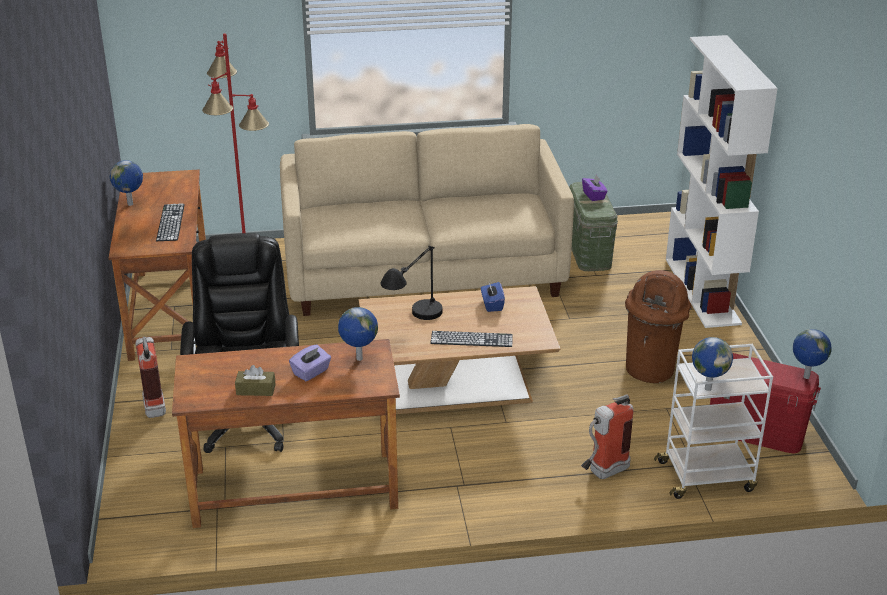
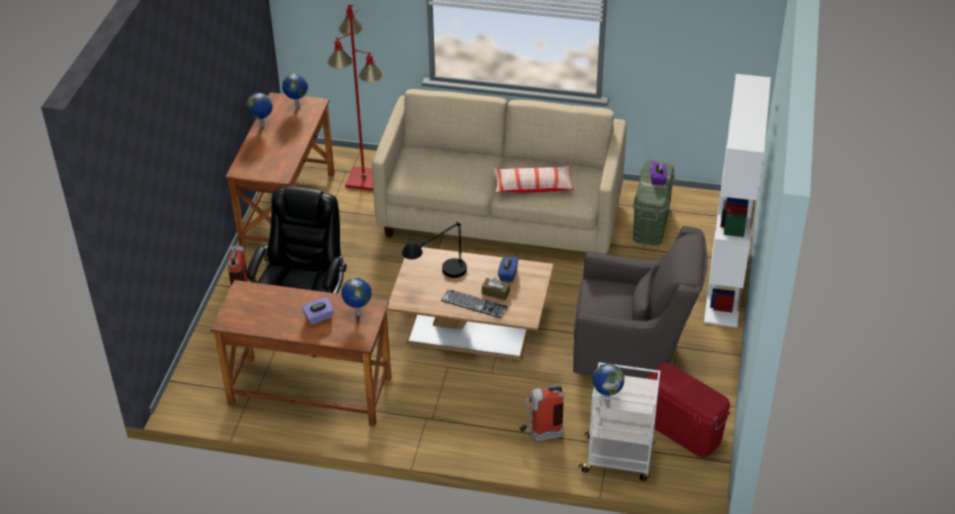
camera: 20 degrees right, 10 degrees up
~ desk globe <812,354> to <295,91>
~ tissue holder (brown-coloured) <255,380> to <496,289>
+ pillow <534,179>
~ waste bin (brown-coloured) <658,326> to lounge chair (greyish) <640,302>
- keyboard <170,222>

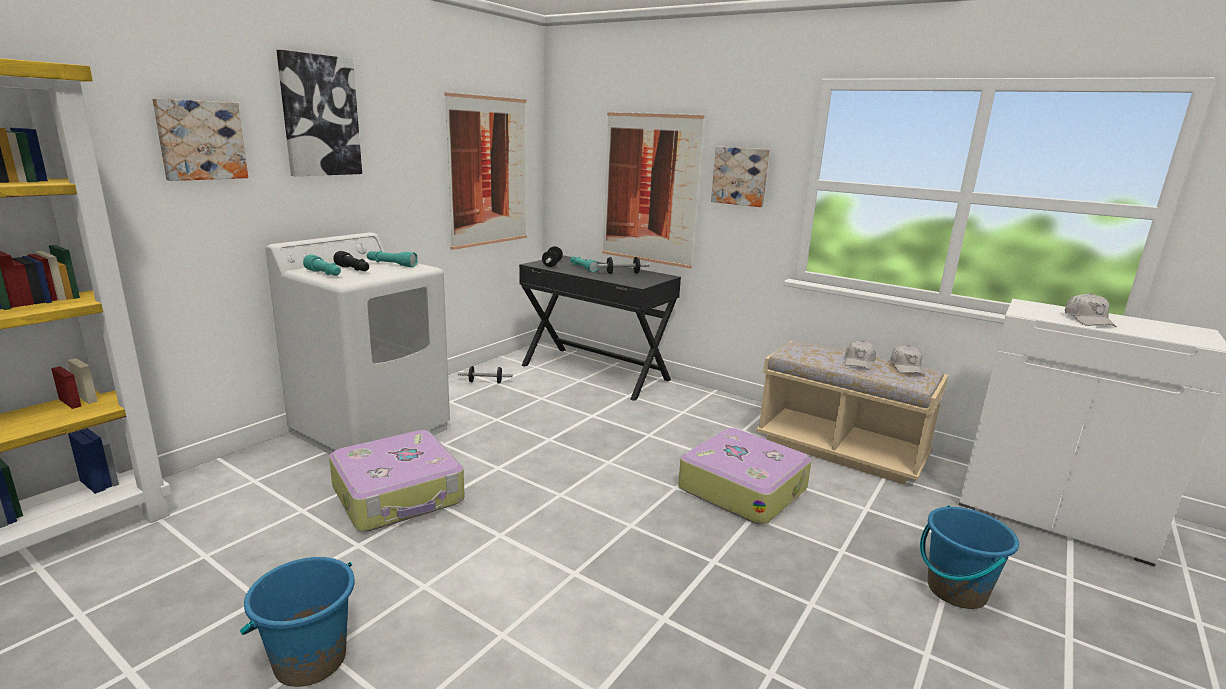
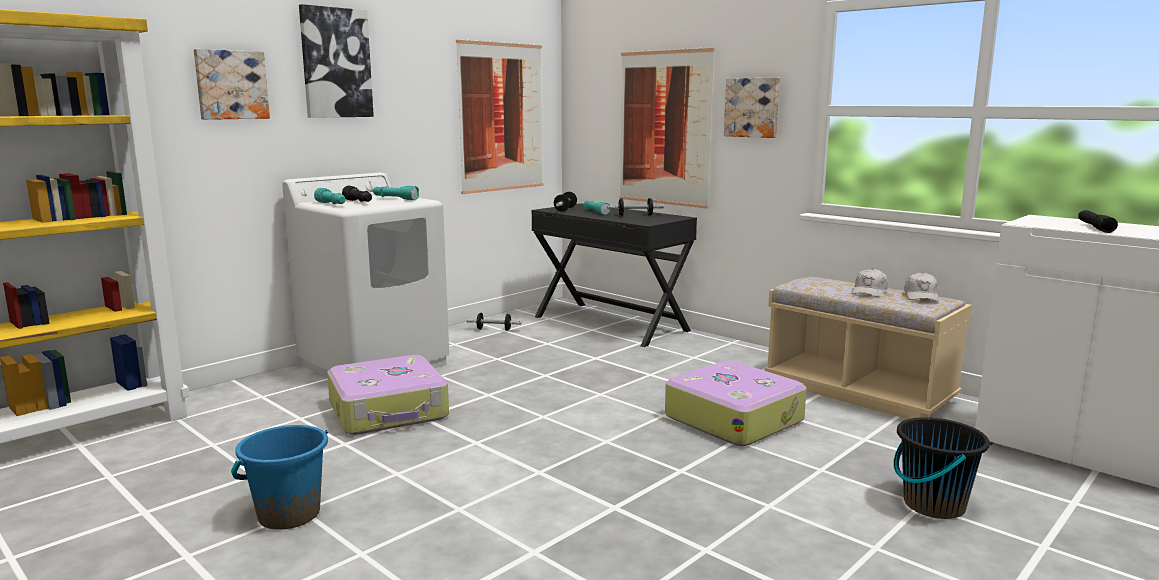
camera: 10 degrees right, 5 degrees down
~ water bucket (bluish) <969,557> to water bucket (black) <941,468>
~ peaked cap (white) <1091,310> to flashlight (black) <1098,221>

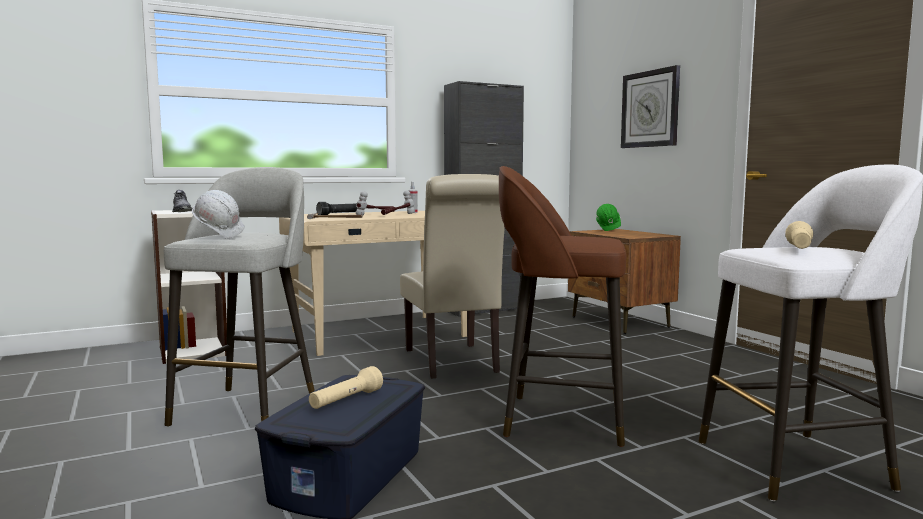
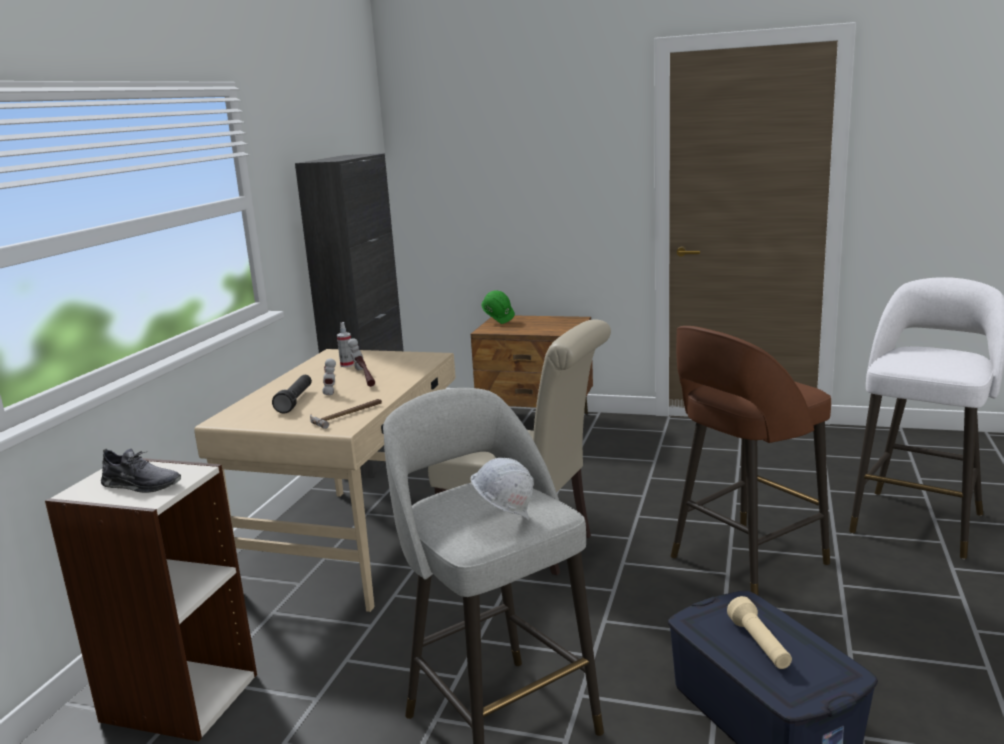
camera: 45 degrees left, 10 degrees up
- wall clock <650,106>
- flashlight (sand-coloured) <799,235>

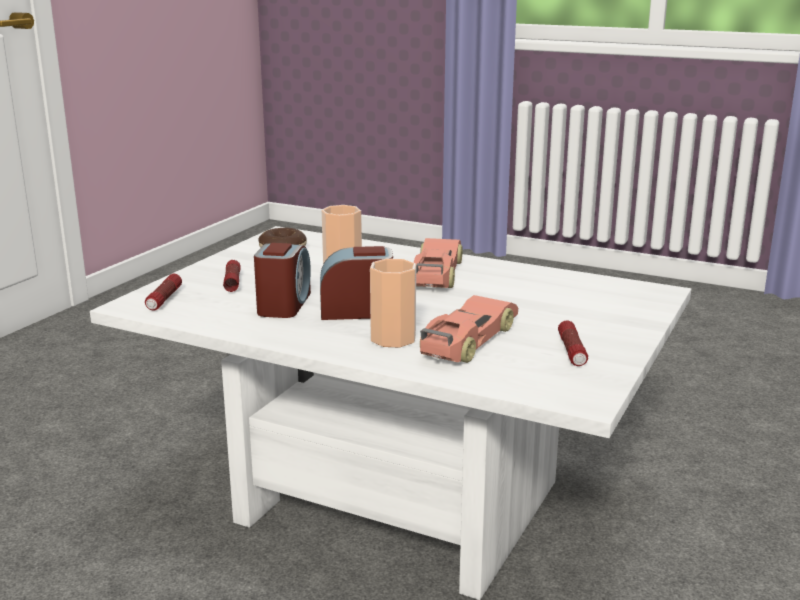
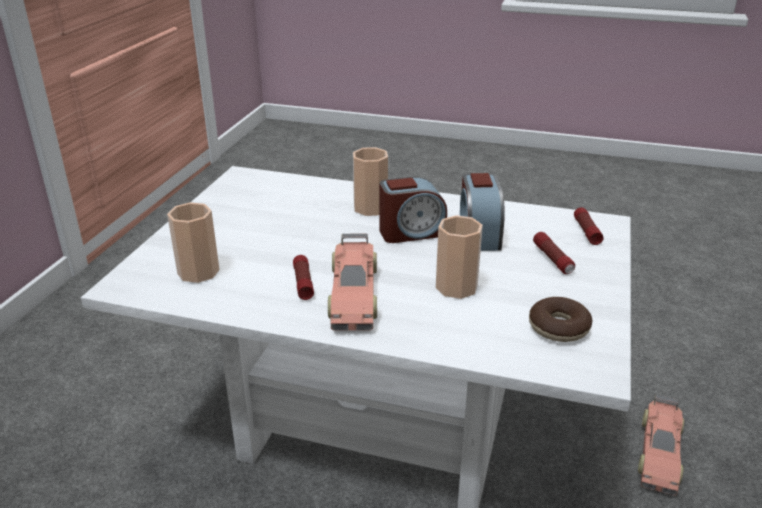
camera: 170 degrees right, 10 degrees up
+ small cup <193,242>
~ flashlight <573,343> to <303,277>
~ toy car <469,329> to <661,445>

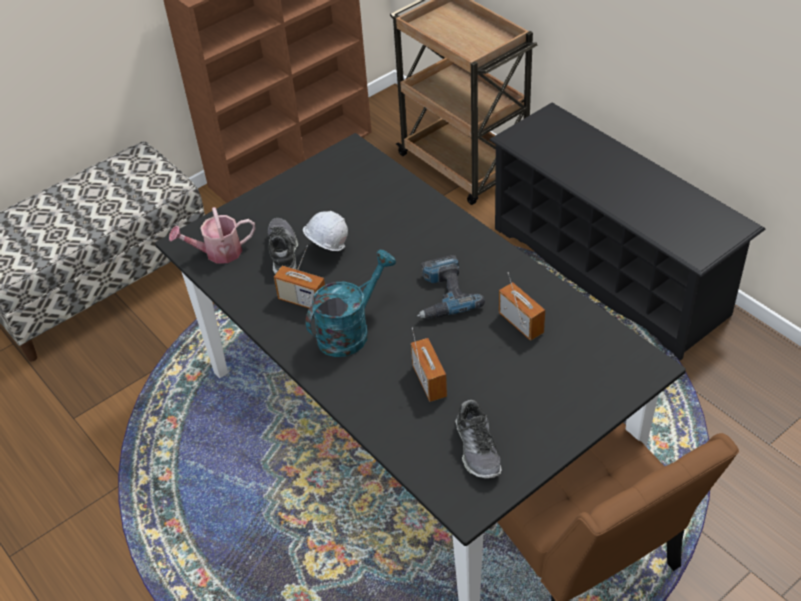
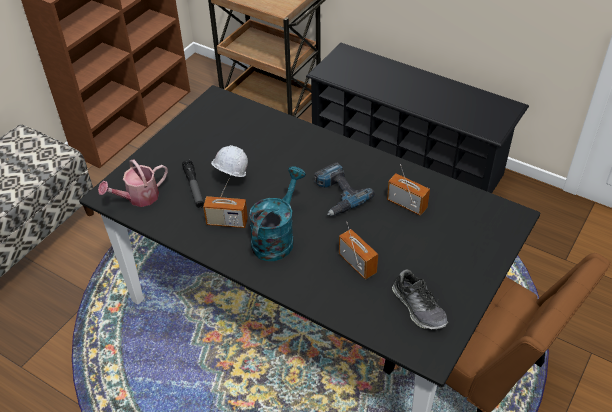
camera: 20 degrees left, 0 degrees up
~ item of footwear <282,246> to flashlight <193,184>

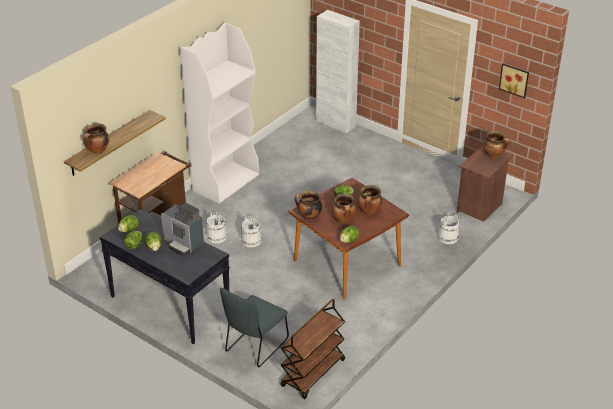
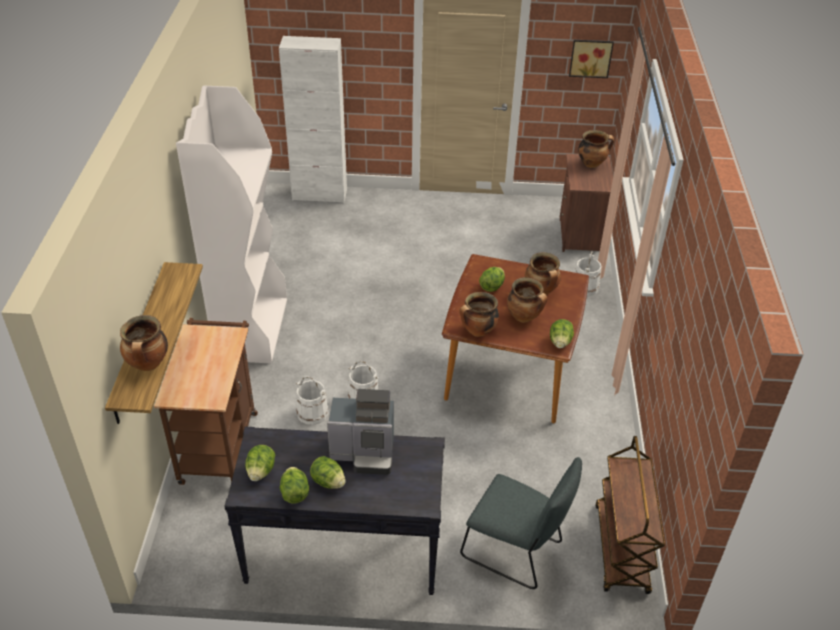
camera: 35 degrees left, 5 degrees up
~ upright chair (greyish) <254,327> = <521,523> 60 degrees counterclockwise

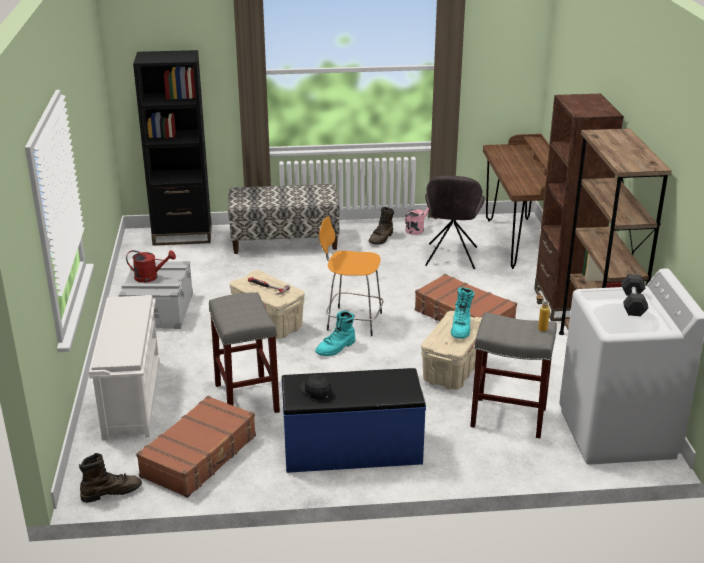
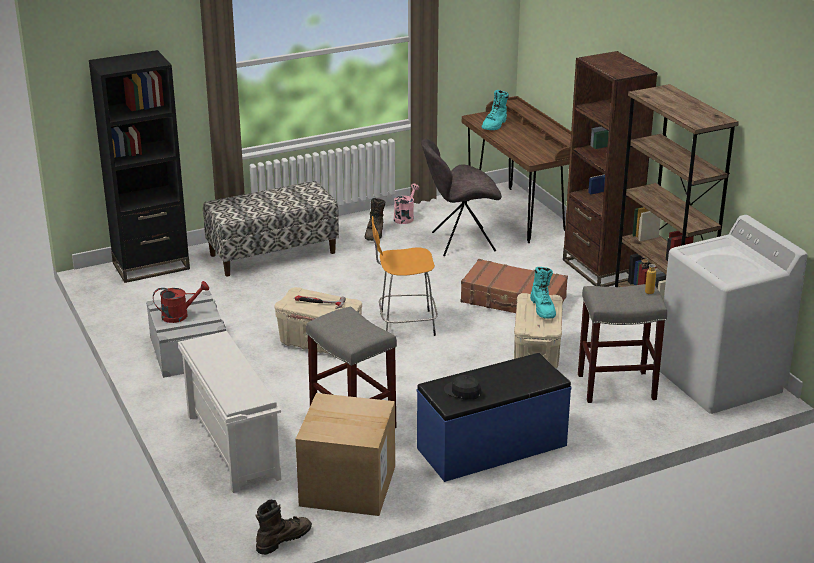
camera: 20 degrees left, 0 degrees up
~ travel case (brown-coloured) <196,447> to packing box <345,454>
~ upright chair (greyish) <455,222> = <461,197> 90 degrees clockwise
~ high-top boot (turquoise-coloured) <335,333> to <495,110>
- free weight (greyish) <634,295>

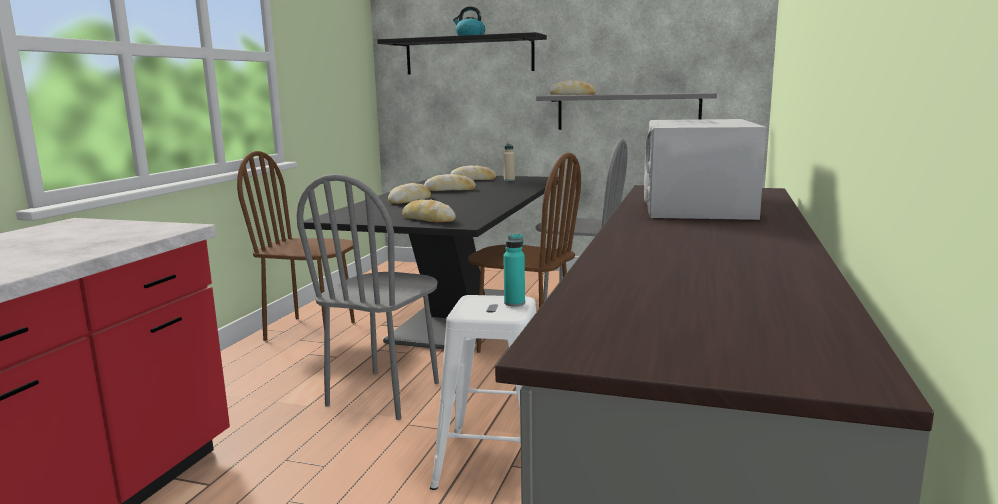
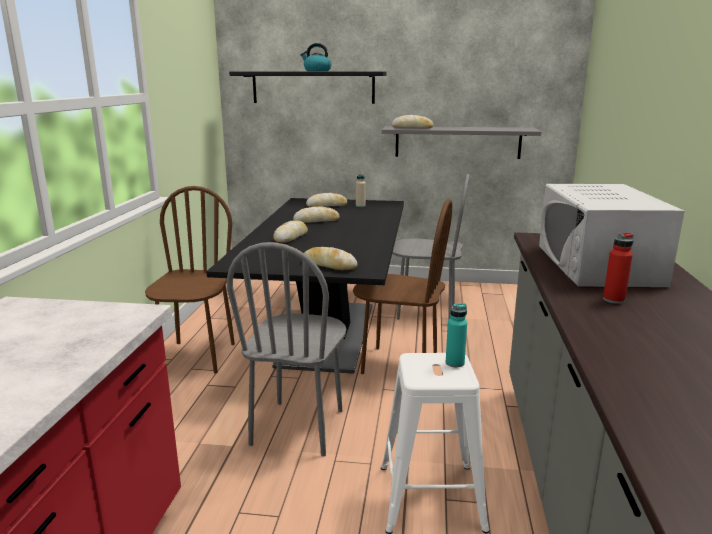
camera: 10 degrees left, 5 degrees up
~ upright chair (brown-coloured) <296,246> = <190,279> 90 degrees clockwise
+ bottle (red-coloured) <618,268>

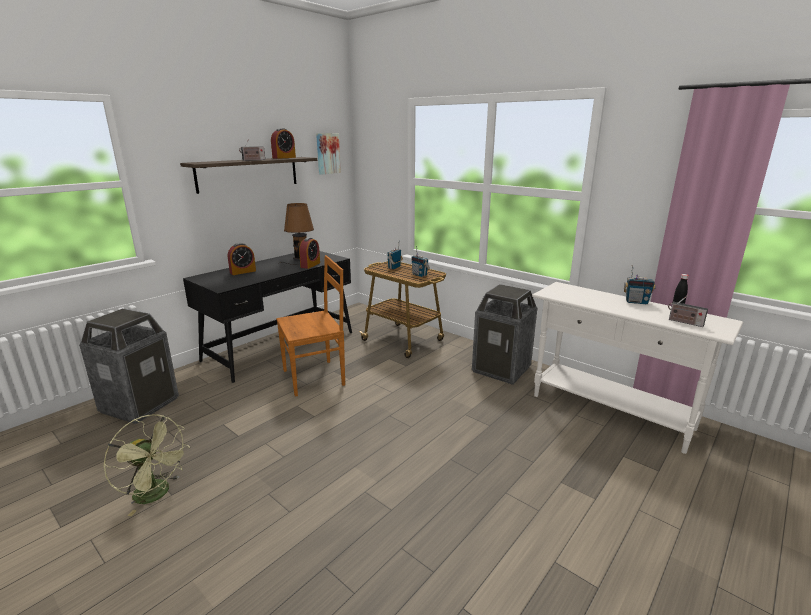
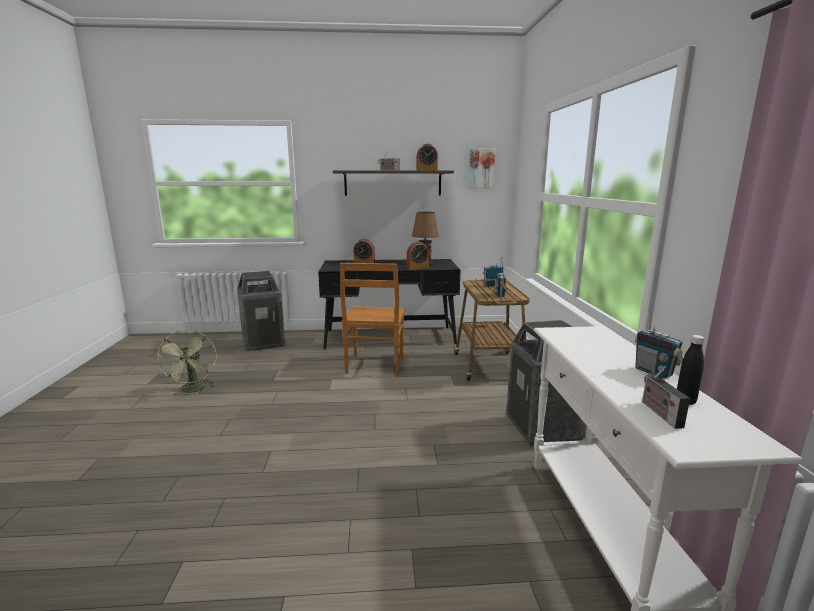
camera: 45 degrees right, 5 degrees down
~ upright chair (brown-coloured) <310,326> = <372,319> 75 degrees clockwise

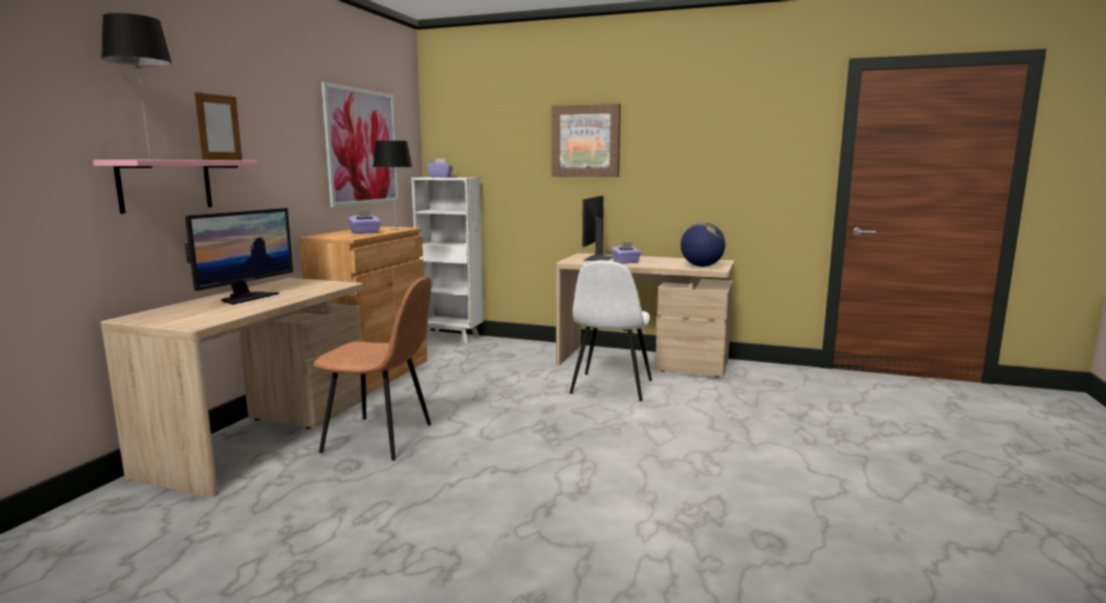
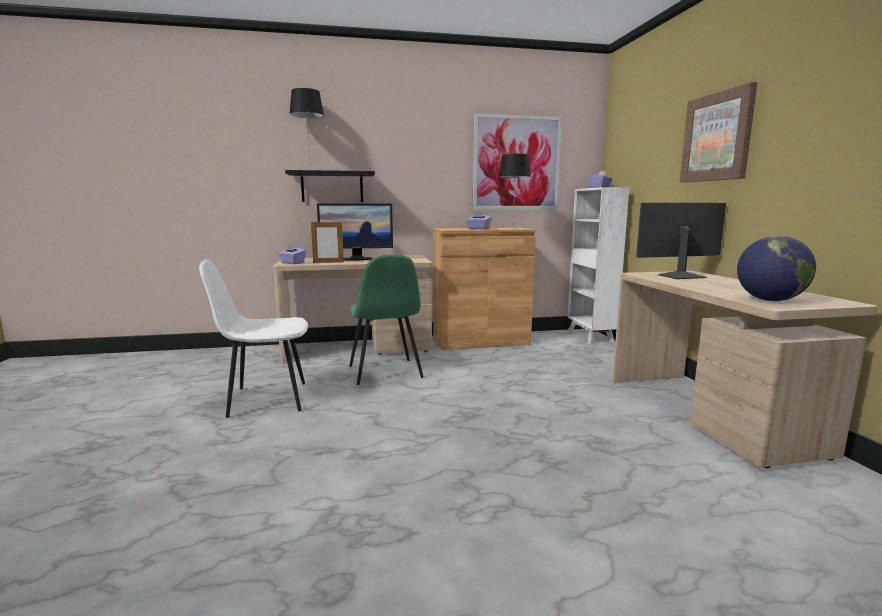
camera: 60 degrees right, 0 degrees up
~ upright chair (white) <611,330> to <253,338>
~ tissue holder (purple-coloured) <626,253> to <292,254>
~ wall shelf (pink) <176,187> to wall shelf (black) <330,186>
~ photo frame <218,125> to <327,242>
~ upright chair (brown-coloured) <373,369> to upright chair (green-coloured) <386,319>

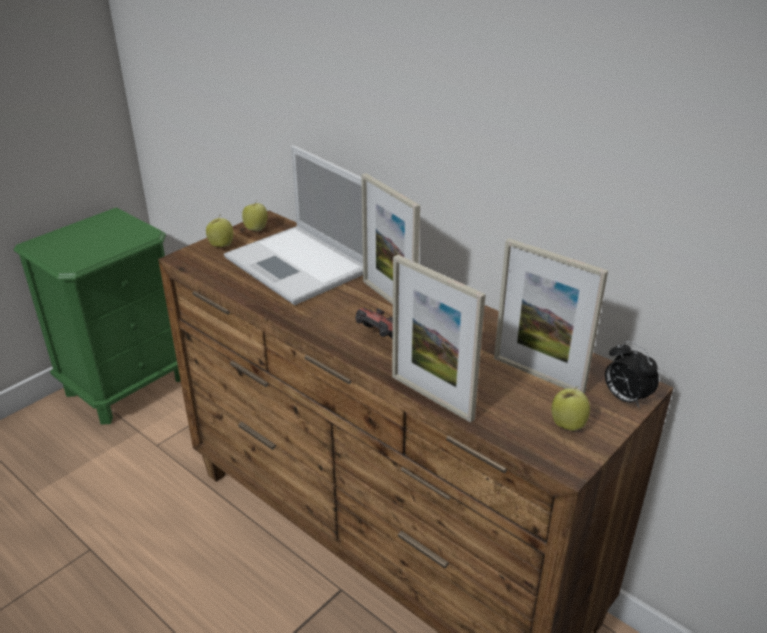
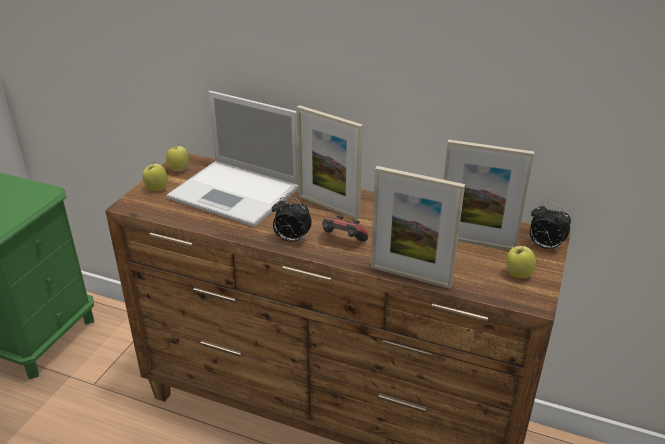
camera: 20 degrees left, 0 degrees up
+ table clock <292,220>

